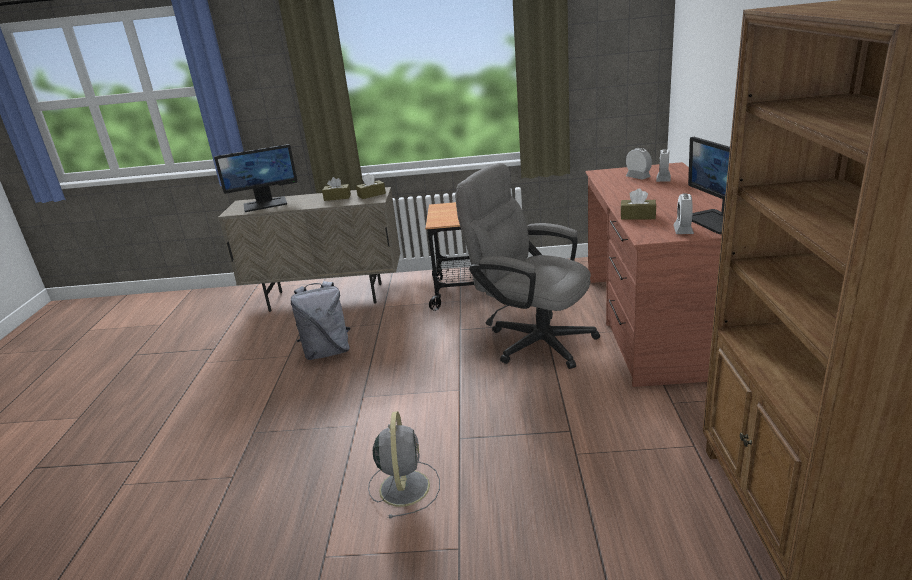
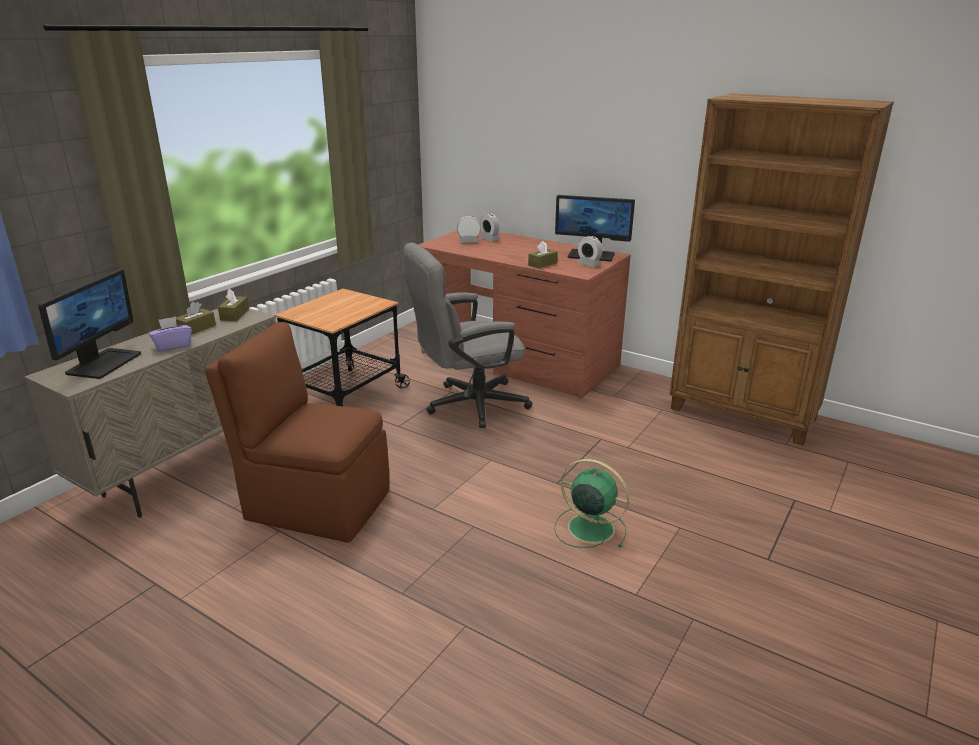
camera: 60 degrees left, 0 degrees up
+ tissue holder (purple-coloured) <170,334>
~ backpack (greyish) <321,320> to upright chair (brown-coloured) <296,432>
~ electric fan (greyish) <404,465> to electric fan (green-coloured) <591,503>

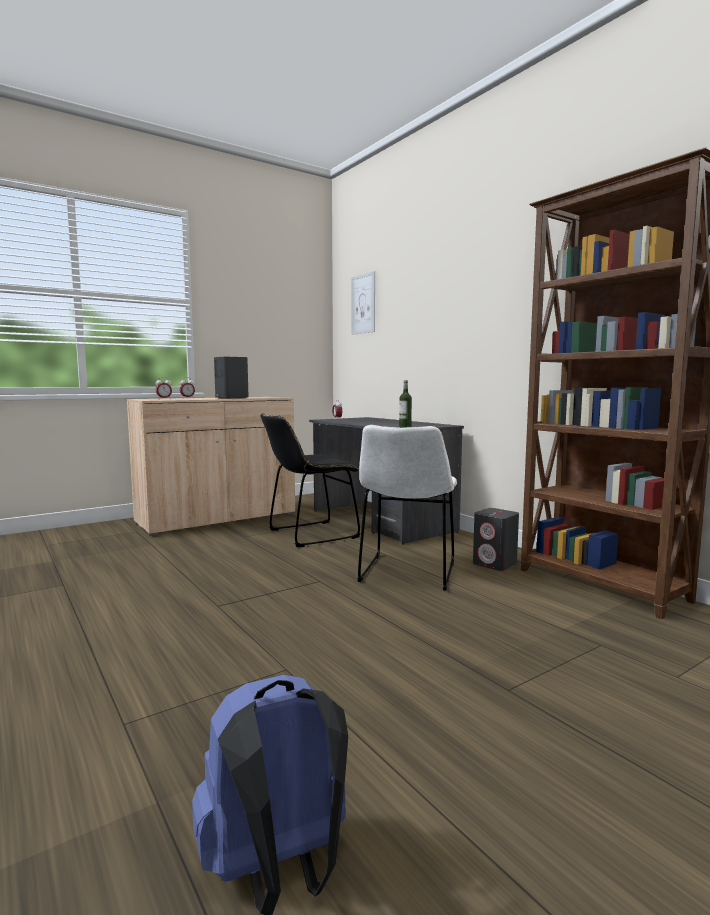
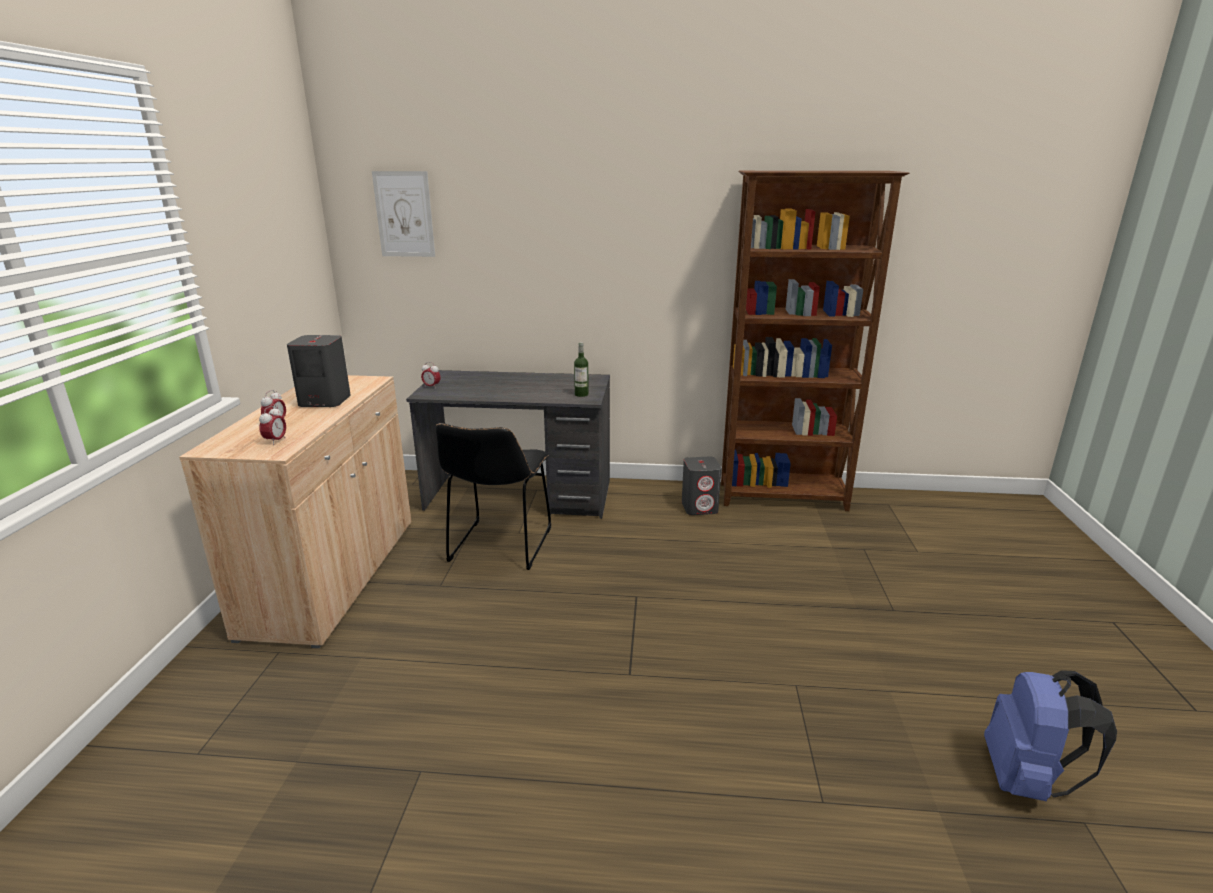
camera: 50 degrees left, 15 degrees up
- upright chair (white) <407,507>

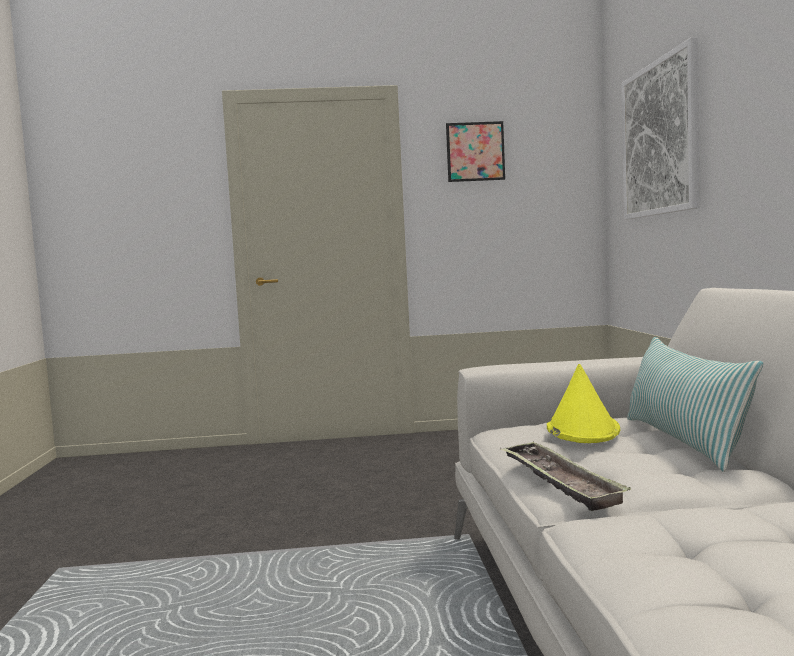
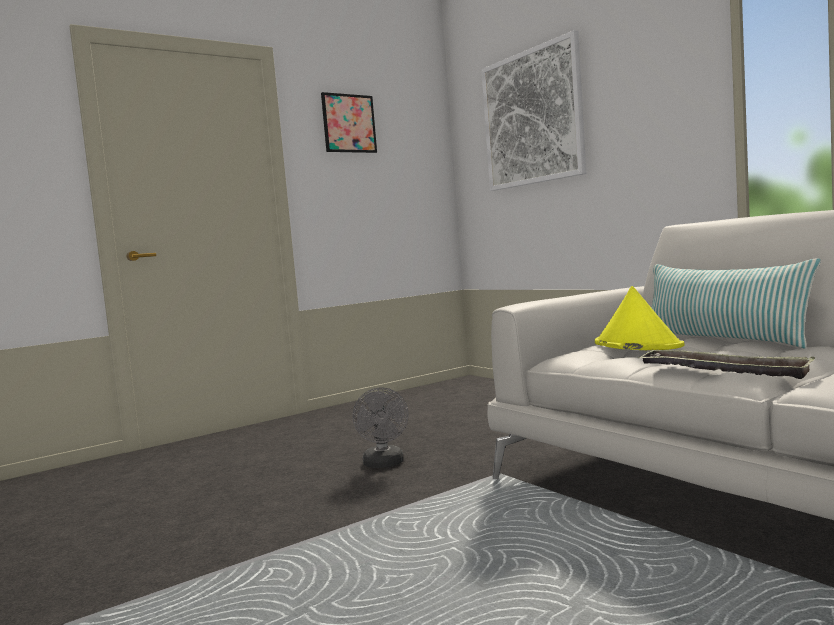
camera: 30 degrees left, 0 degrees up
+ electric fan (greyish) <380,428>

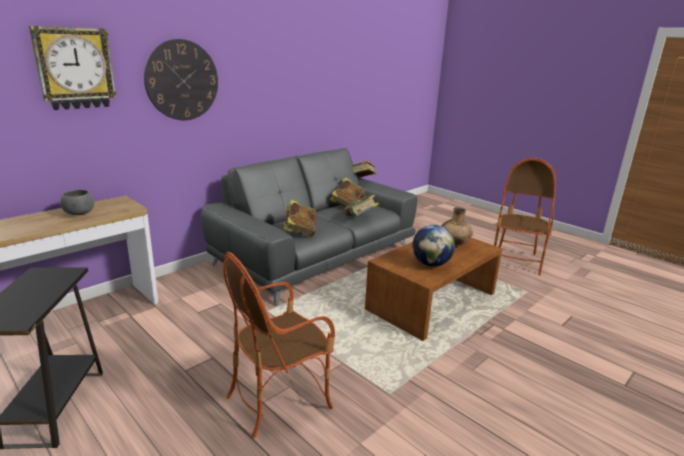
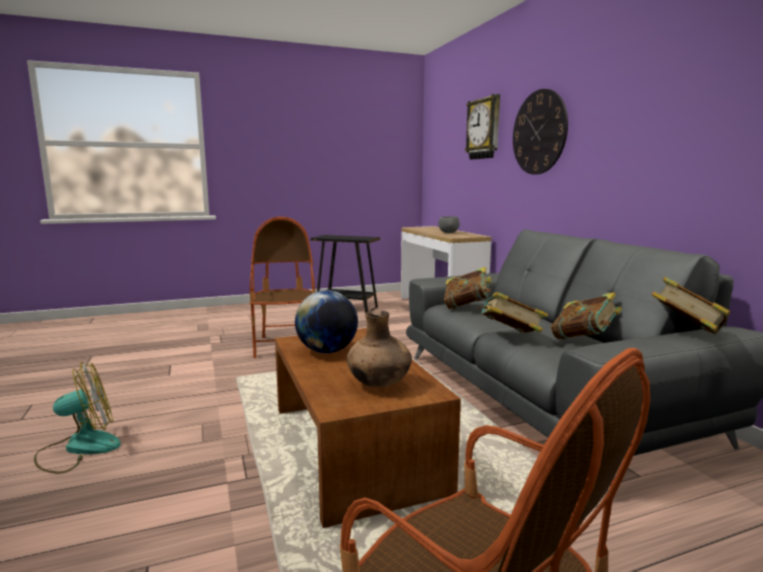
camera: 115 degrees right, 10 degrees down
+ electric fan <77,418>

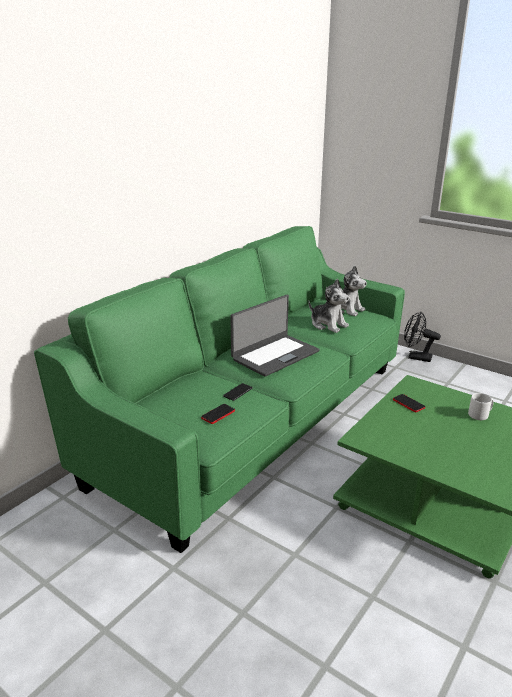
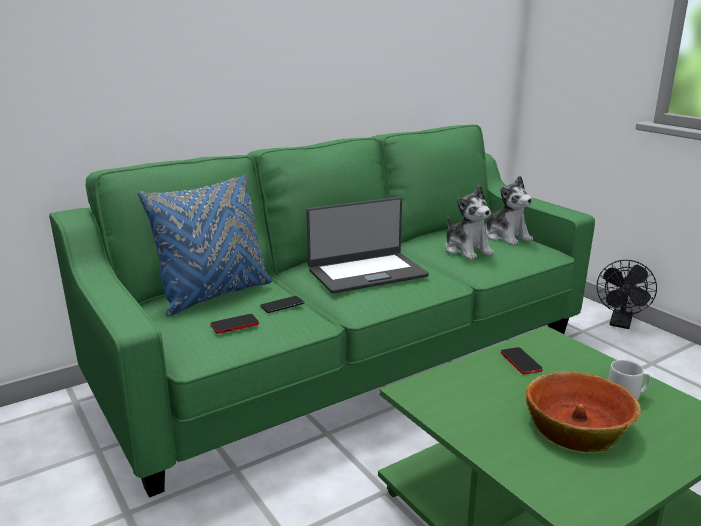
camera: 20 degrees right, 5 degrees down
+ pillow (bluish) <205,245>
+ bowl <583,412>
~ electric fan (black) <422,336> = <627,294> 105 degrees counterclockwise

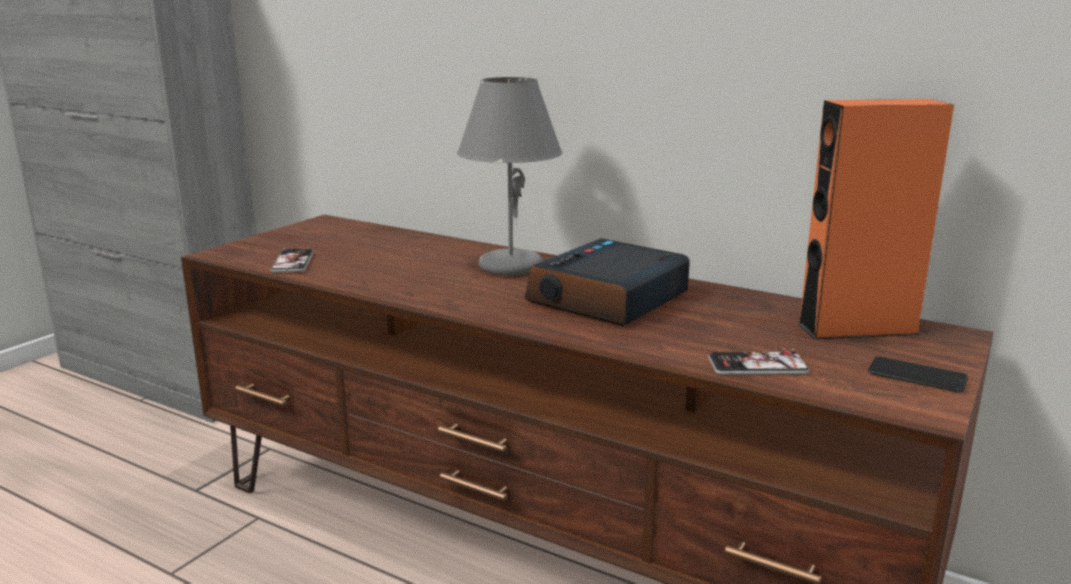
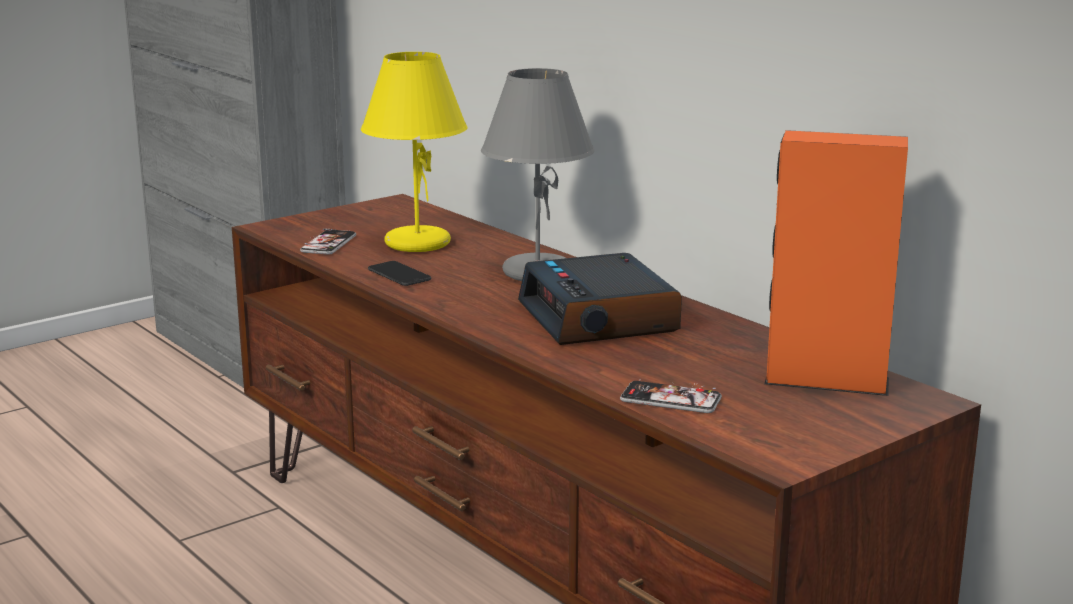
camera: 20 degrees right, 0 degrees up
+ table lamp (yellowish) <414,152>
~ telephone <918,374> to <399,273>
~ table clock <607,282> = <600,299> 75 degrees counterclockwise

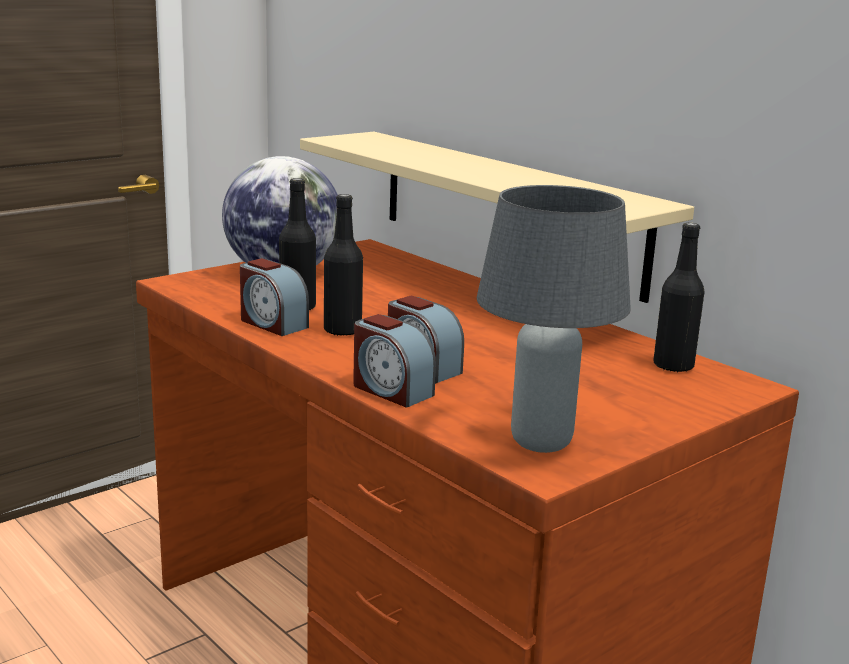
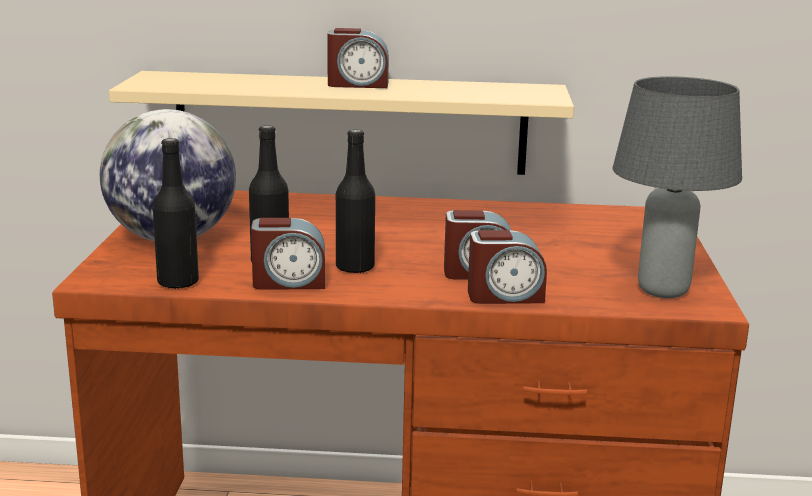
camera: 45 degrees left, 0 degrees up
~ bottle (black) <679,298> to <176,213>
+ table clock <358,58>

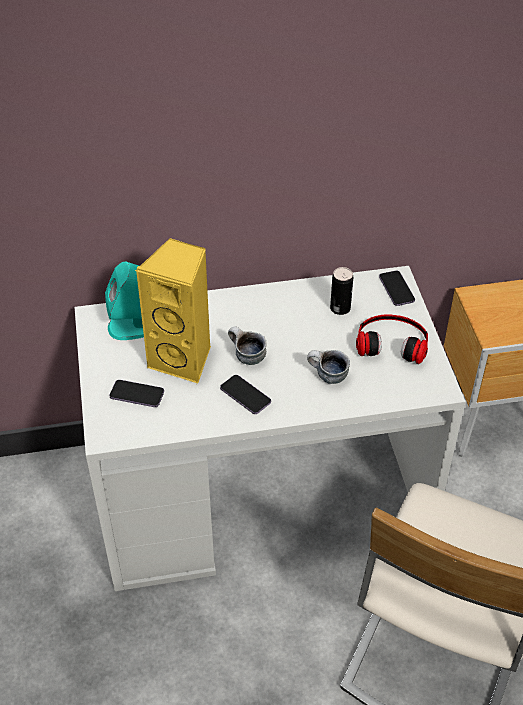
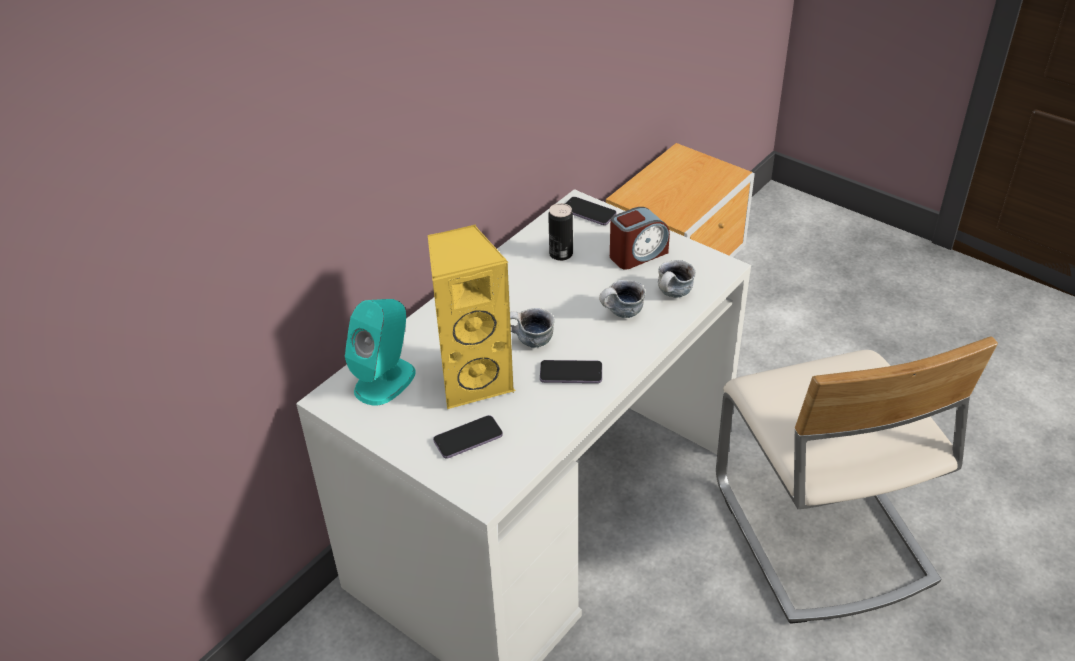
camera: 40 degrees left, 5 degrees down
~ pair of headphones <392,339> to table clock <640,238>
+ coffee mug <676,279>

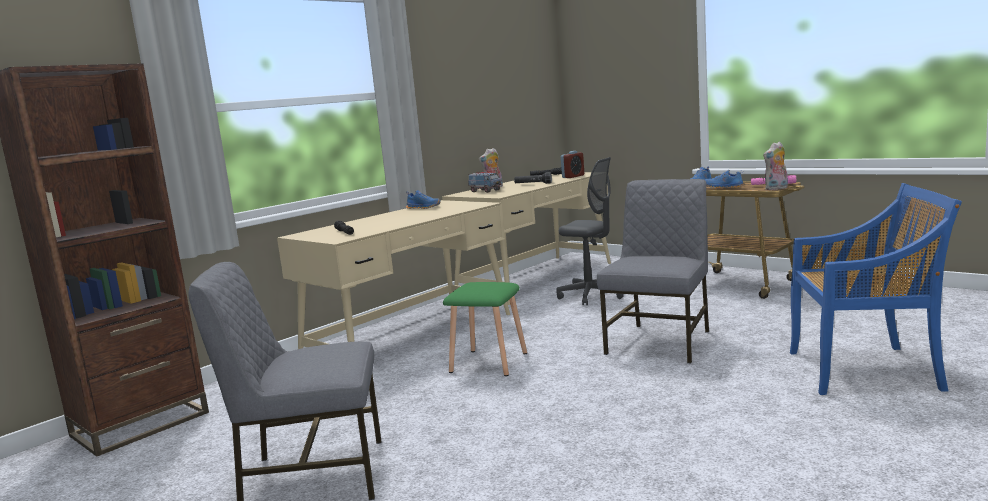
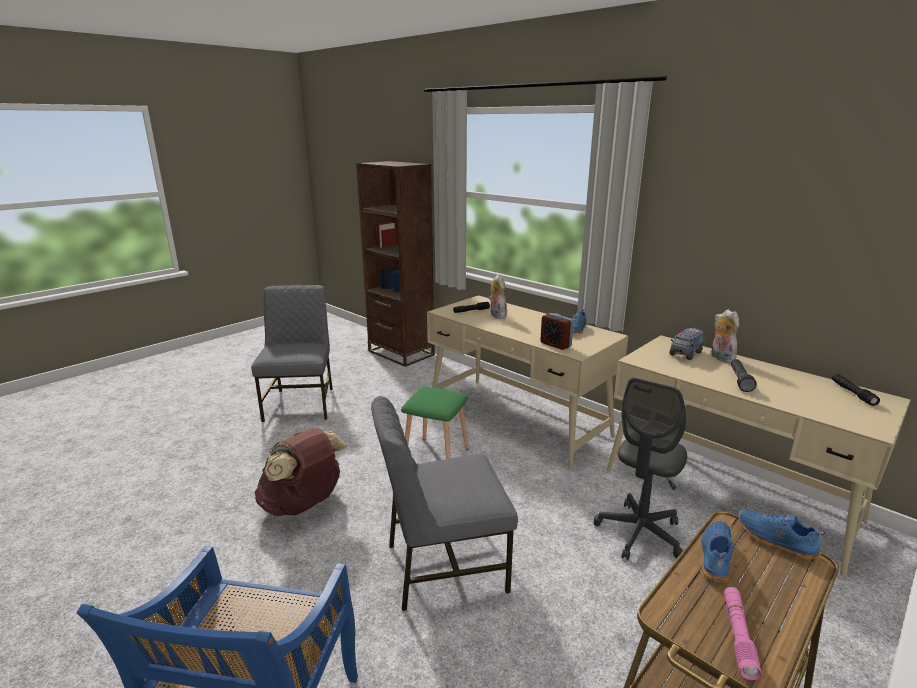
camera: 90 degrees right, 10 degrees up
+ backpack (brown-coloured) <300,472>
~ upright chair (greyish) <653,271> = <444,503> 135 degrees clockwise
~ cuddly toy <775,166> to <498,297>
~ table clock <572,164> to <557,331>

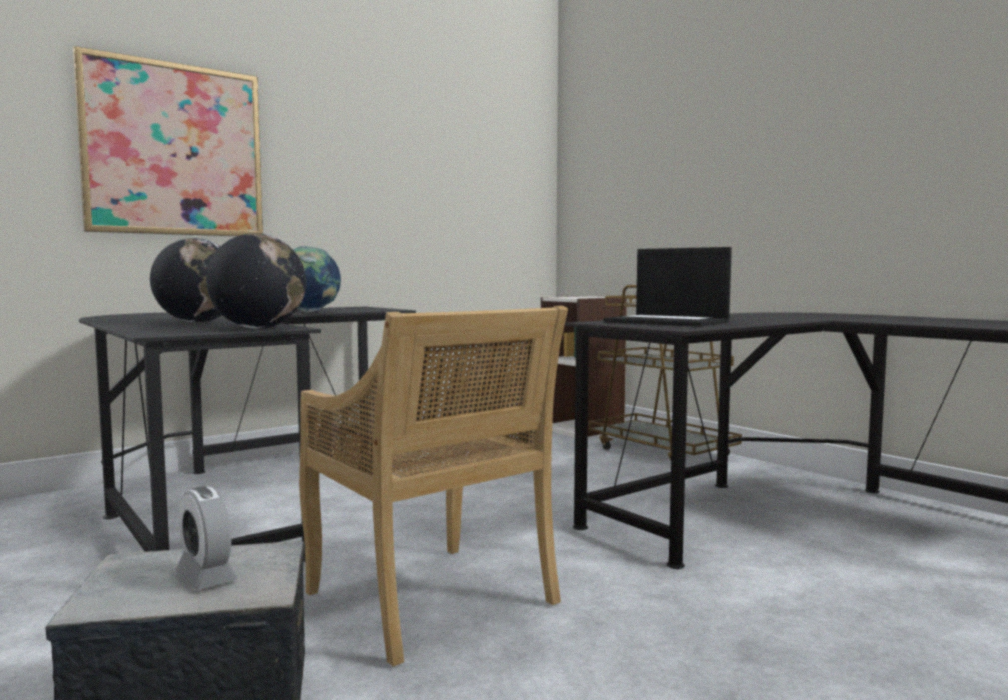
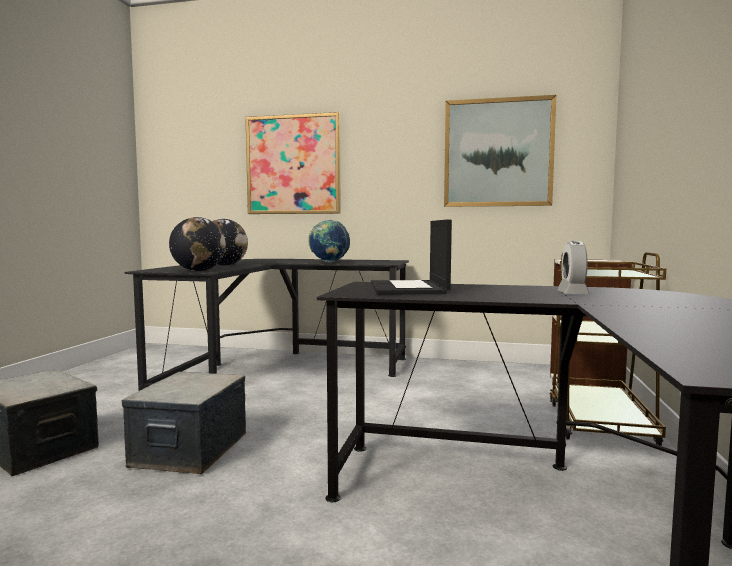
camera: 50 degrees right, 0 degrees up
~ upright chair (sand-coloured) <433,486> to storage box <184,423>
+ wall picture <500,151>
~ table clock <207,538> to <573,267>

